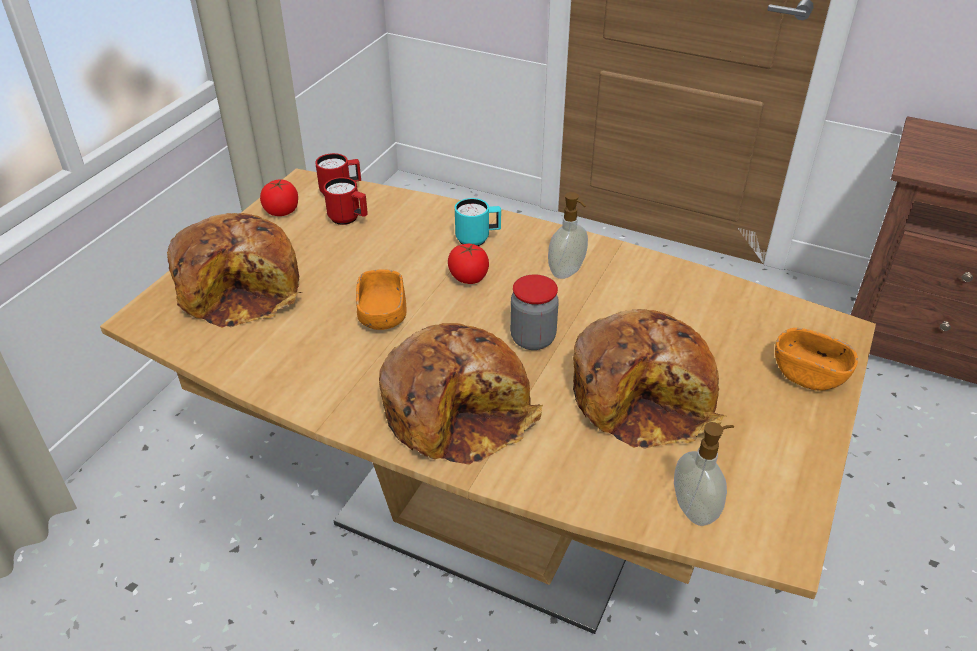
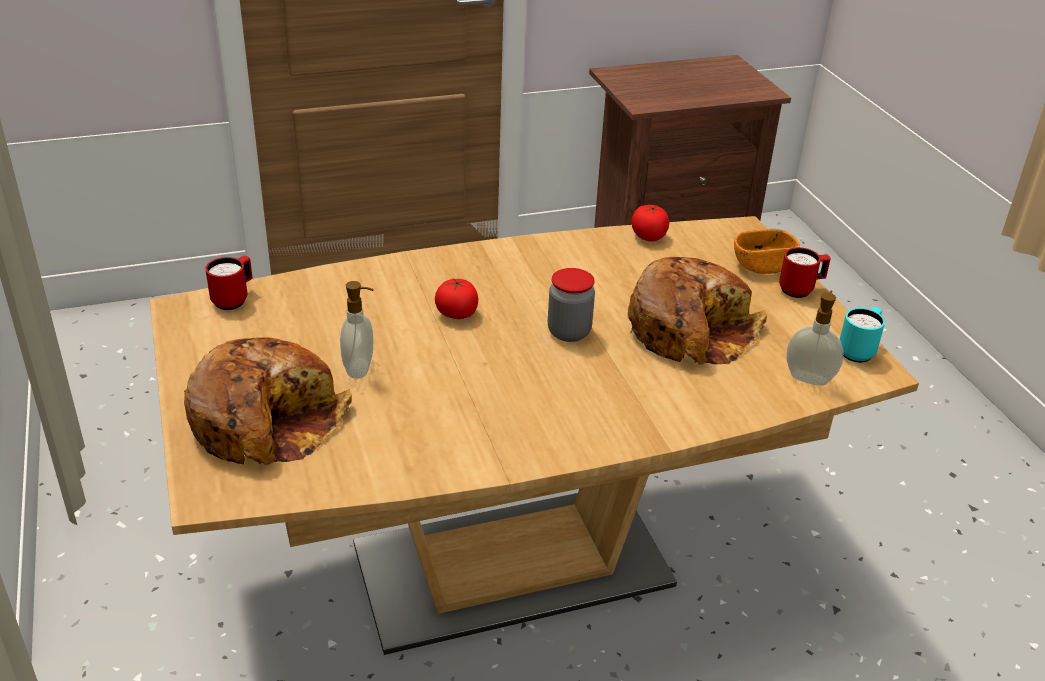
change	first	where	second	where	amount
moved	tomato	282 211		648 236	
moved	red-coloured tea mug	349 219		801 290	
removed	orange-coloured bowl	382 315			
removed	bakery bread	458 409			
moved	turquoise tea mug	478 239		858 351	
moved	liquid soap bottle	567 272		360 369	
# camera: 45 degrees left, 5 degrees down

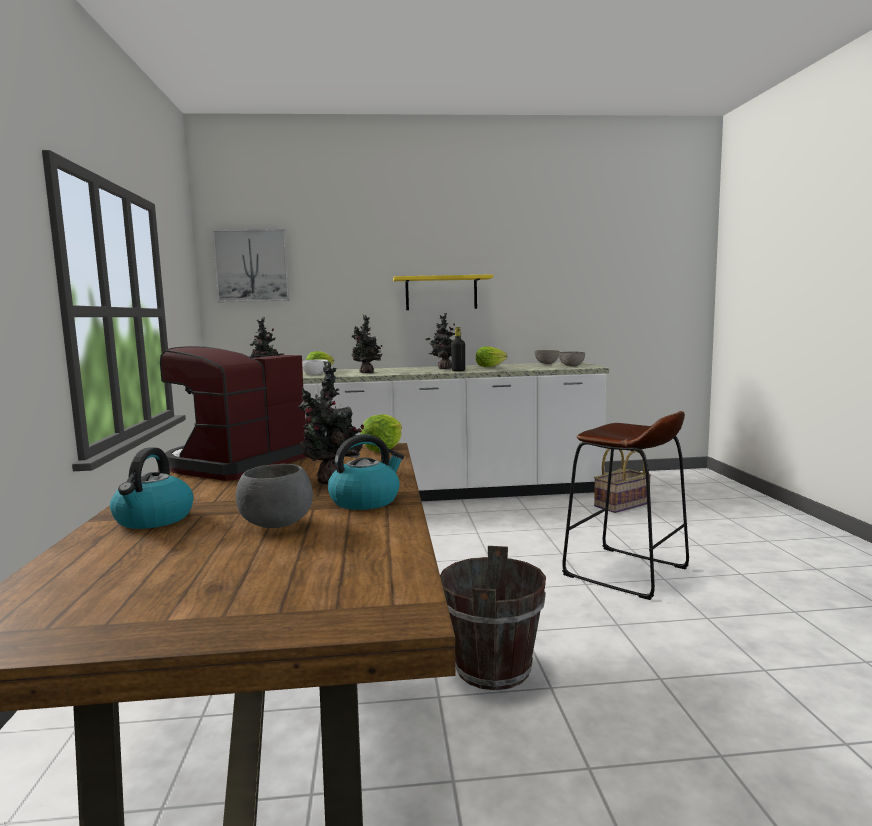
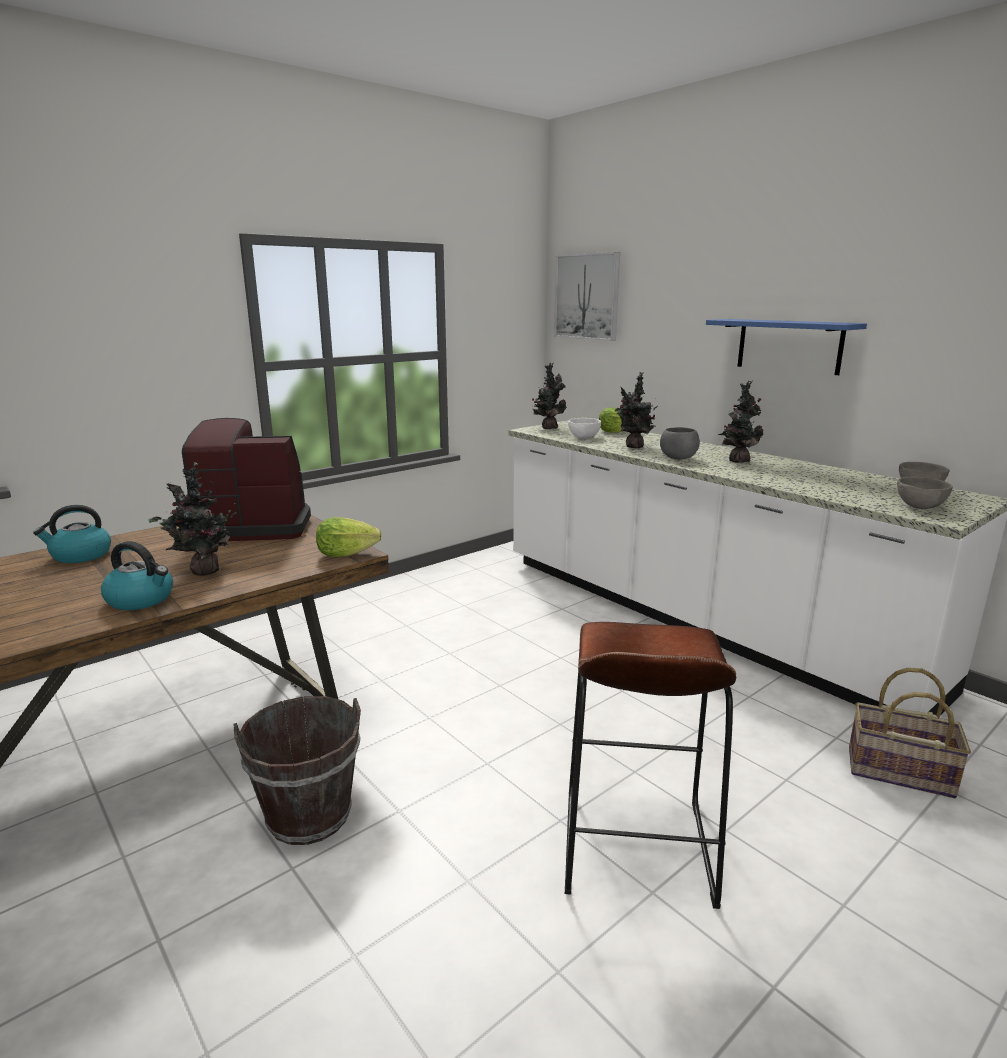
change	first	where	second	where	amount
moved	grey bowl	277 524		678 458	
recoloured	yellowish wall shelf	441 293	blue-coloured wall shelf	789 346	
removed	black-coloured bottle	458 371			
removed	head of lettuce	489 366			
# camera: 55 degrees right, 10 degrees up

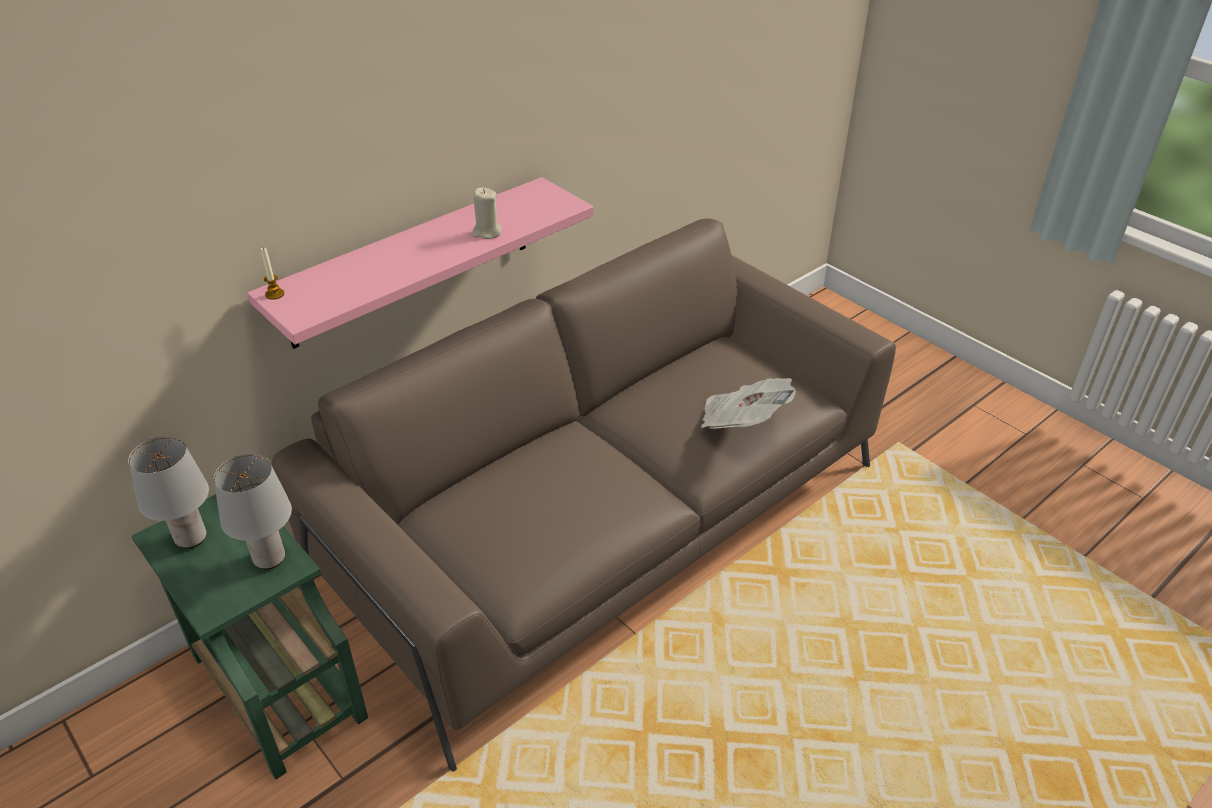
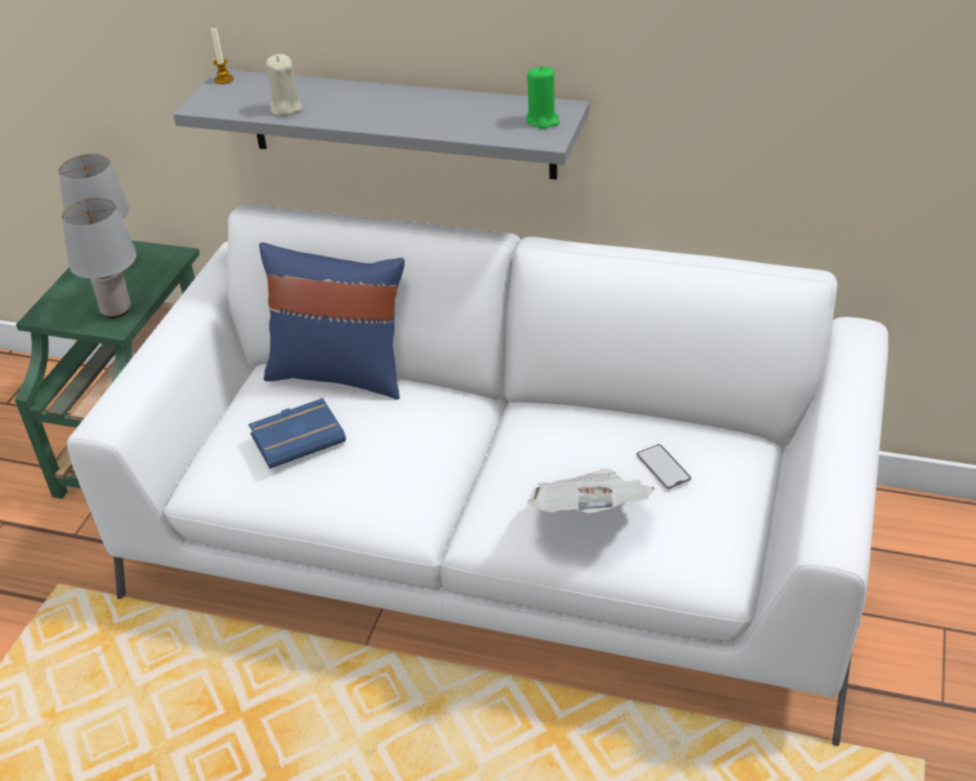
change	first	where	second	where	amount
recoloured	pink wall shelf	411 262	grey wall shelf	400 124	
recoloured	brownish couch	605 525	white-coloured couch	499 545	
moved	beige-coloured candle	487 232		285 108	
added			blue-coloured book	299 437	
added			blue-coloured cushion	340 373	
added			green candle	542 120	
added			phone	663 467	
# camera: 60 degrees right, 0 degrees up

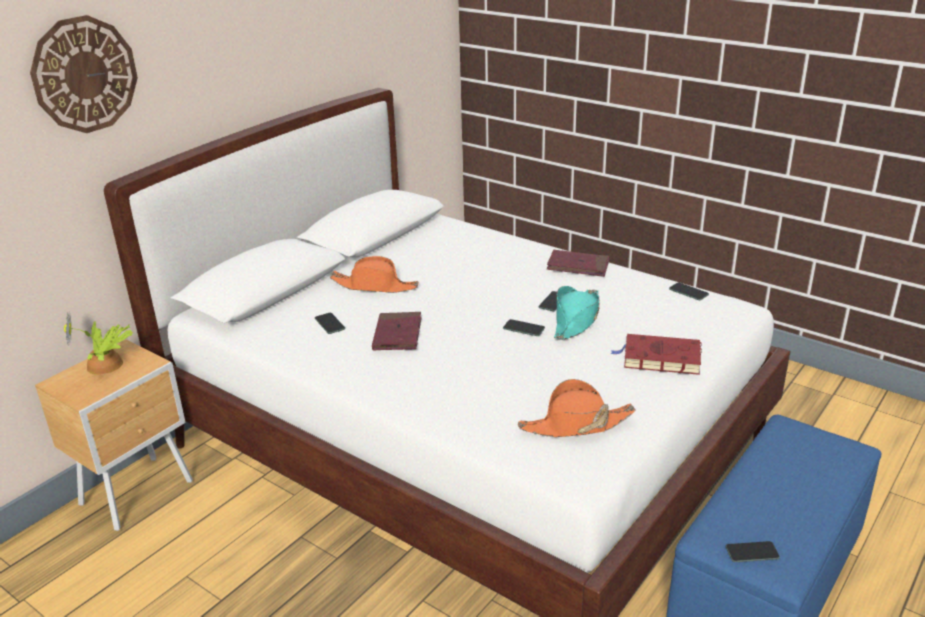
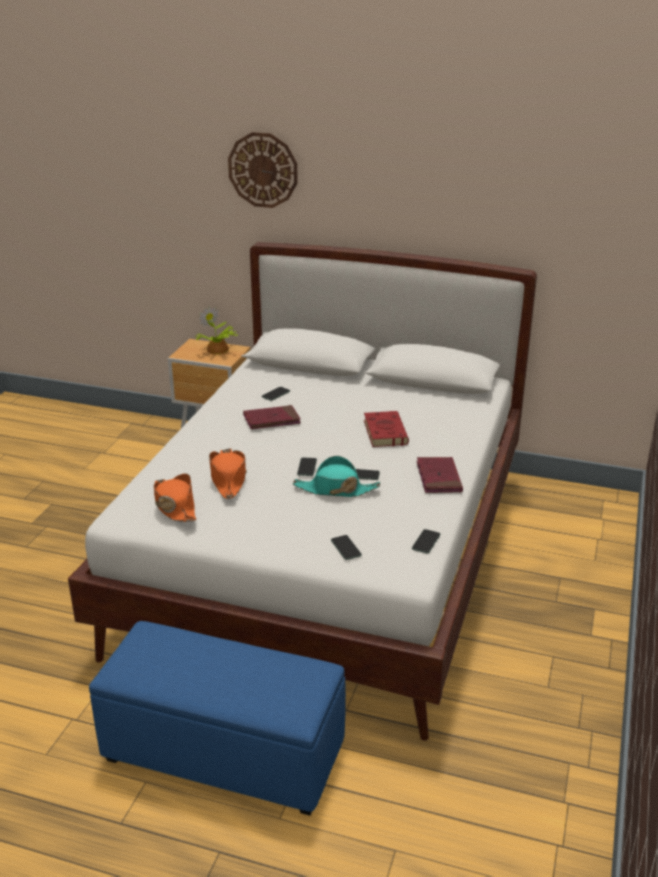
change	first	where	second	where	amount
moved	orange-coloured clothing hat	375 286		228 478	
moved	red-coloured book	659 358		384 432	
moved	phone	752 552		346 548	
# camera: 70 degrees right, 0 degrees up

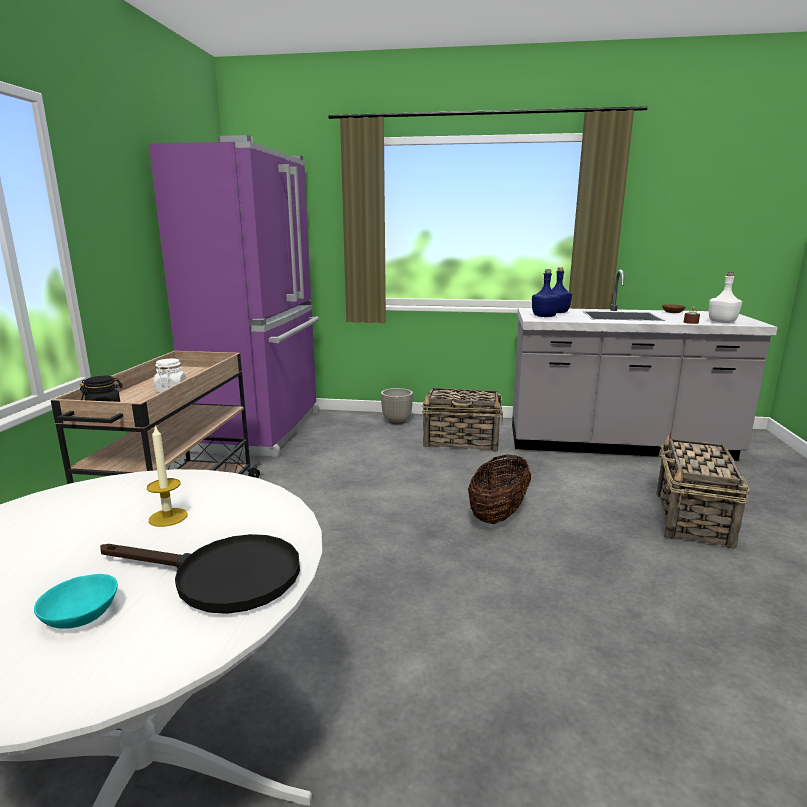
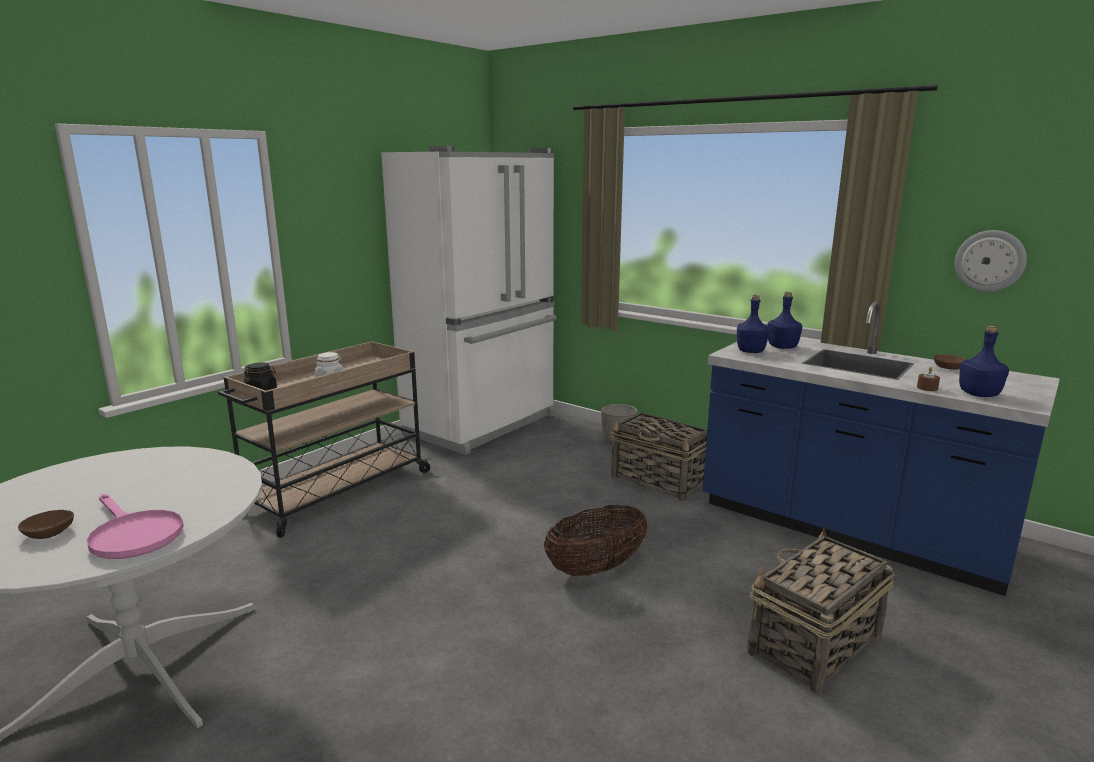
change	first	where	second	where	amount
recoloured	turquoise bowl	81 613	brownish bowl	50 532	
recoloured	black-coloured skillet	222 577	pink skillet	132 535	
removed	candle	168 517			
recoloured	purple fridge	263 430	white-coloured fridge	483 424	
recoloured	grey kitchen counter	617 444	blue-coloured kitchen counter	849 529	
recoloured	white-coloured bottle	722 322	blue-coloured bottle	979 394	
added			wall clock	990 260	
# camera: 30 degrees right, 0 degrees up

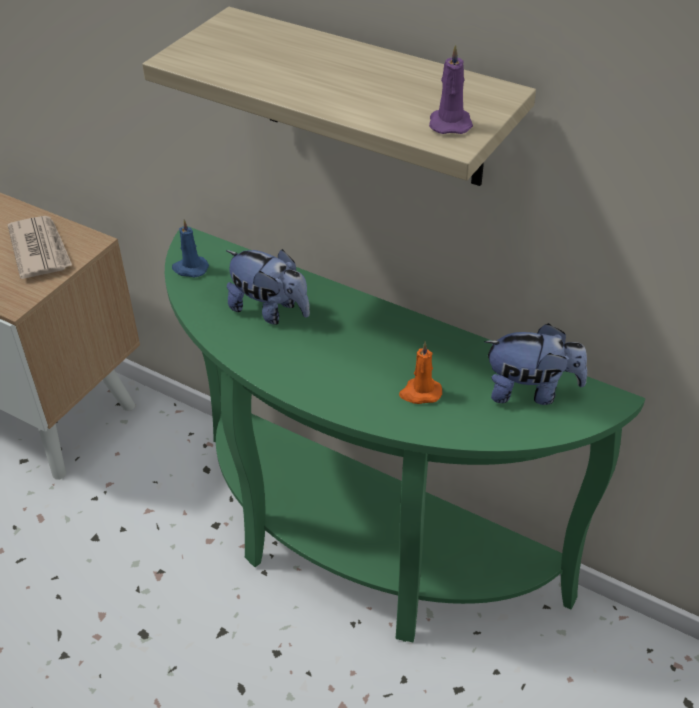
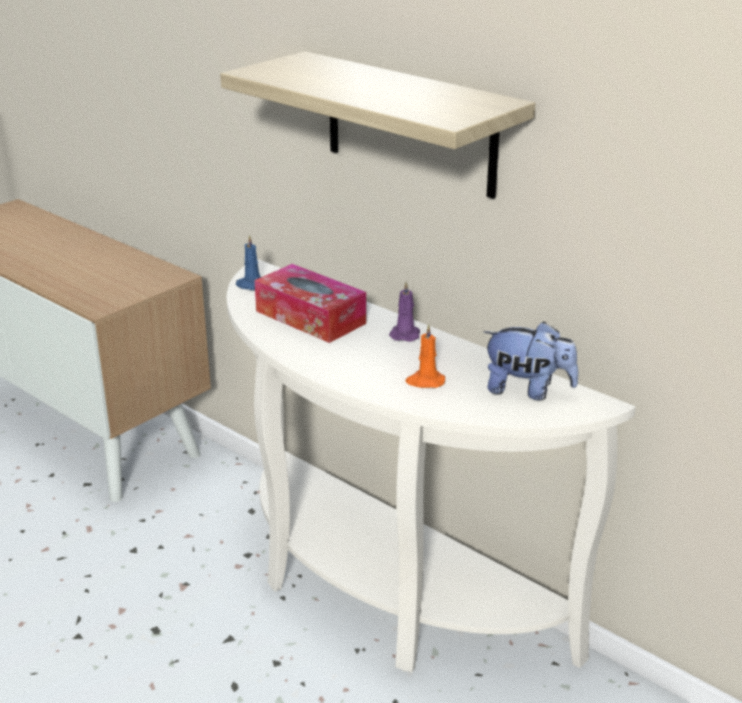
change	first	where	second	where	amount
removed	newspaper	40 249			
recoloured	green narrow table	357 549	white-coloured narrow table	378 591	
replaced	plush toy	270 311	box of tissues	310 317	
moved	purple candle	450 123		405 334	
# camera: 10 degrees right, 15 degrees down

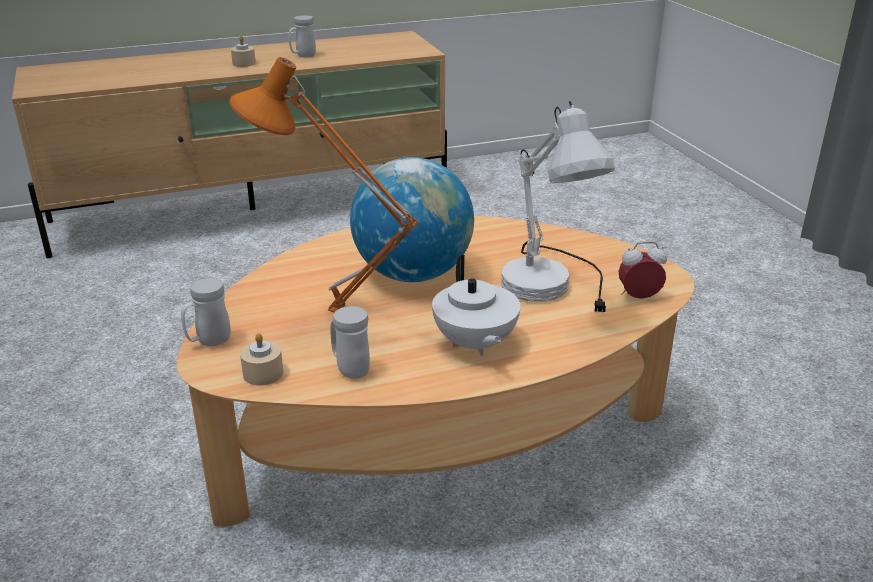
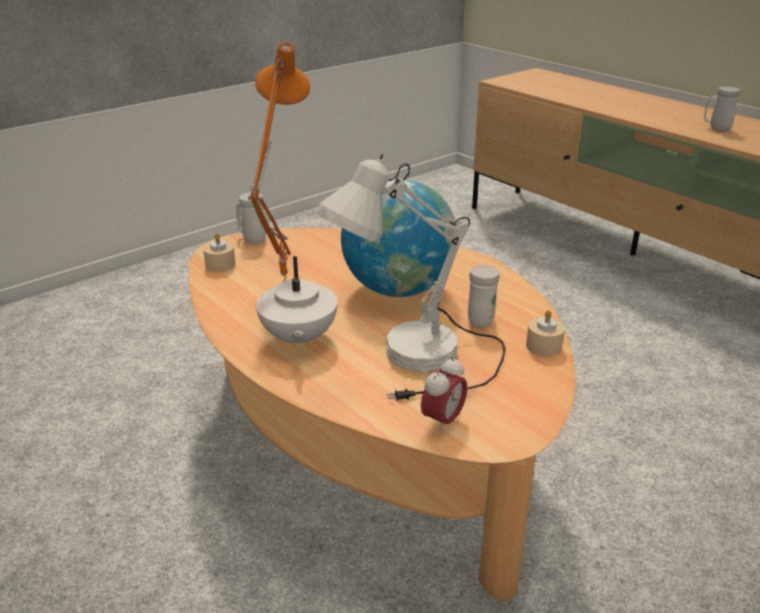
change	first	where	second	where	amount
moved	beige-coloured candle	244 63		543 346	
moved	white-coloured tea mug	349 368		482 319	
turned	white-coloured teapot	474 344		298 339	60 degrees counterclockwise
turned	table clock	638 297		443 421	60 degrees clockwise
# camera: 70 degrees right, 0 degrees up

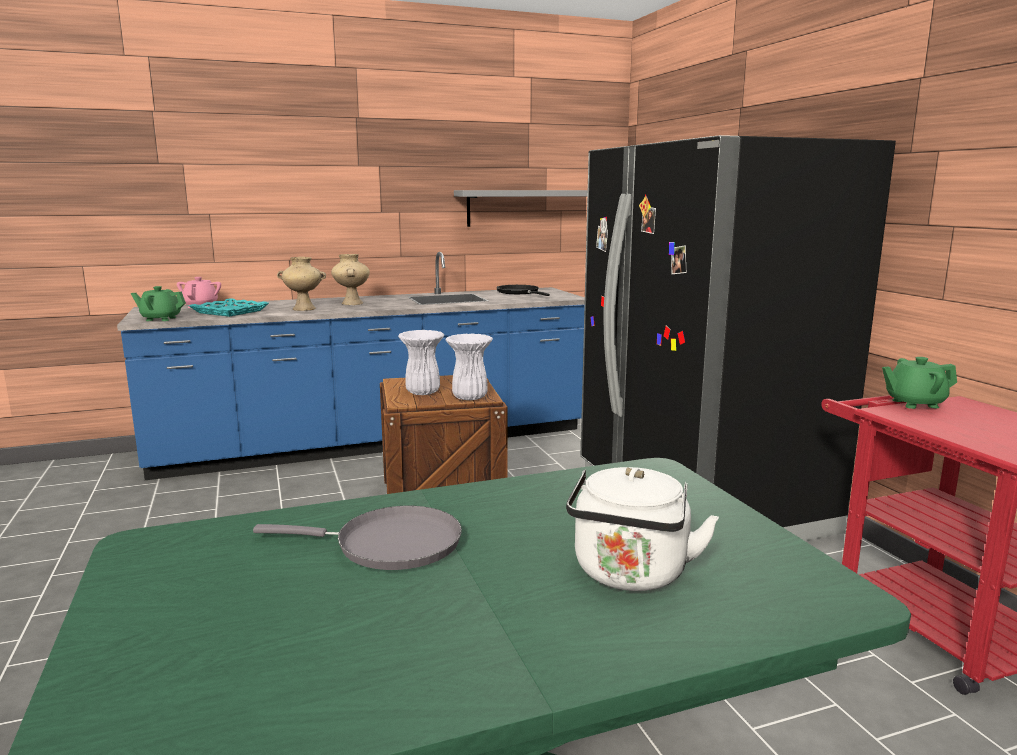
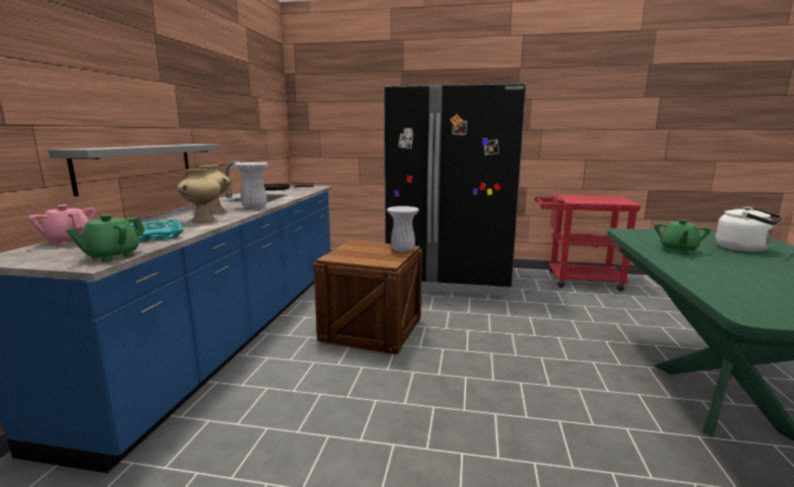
change	first	where	second	where	amount
removed	grey skillet	390 544			
moved	white-coloured decorative vase	423 392		254 206	
moved	grey wall shelf	530 208		138 166	
moved	green teapot	914 403		677 250	
# camera: 60 degrees left, 0 degrees up

